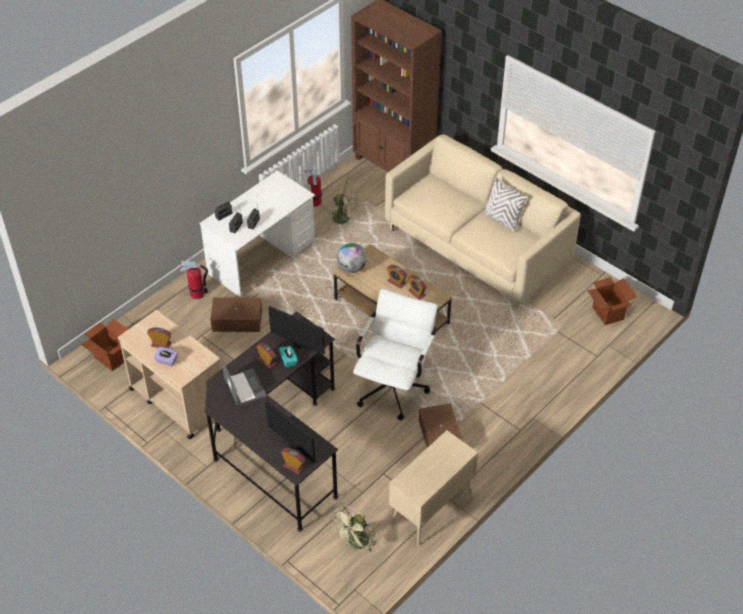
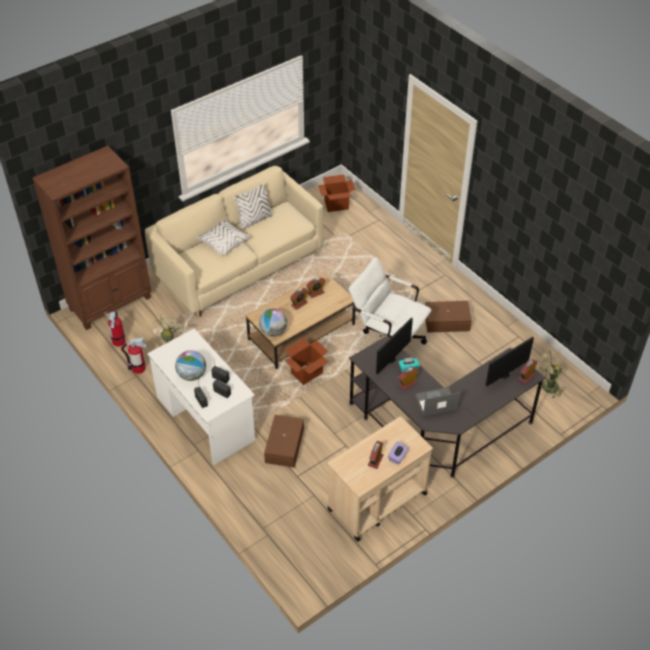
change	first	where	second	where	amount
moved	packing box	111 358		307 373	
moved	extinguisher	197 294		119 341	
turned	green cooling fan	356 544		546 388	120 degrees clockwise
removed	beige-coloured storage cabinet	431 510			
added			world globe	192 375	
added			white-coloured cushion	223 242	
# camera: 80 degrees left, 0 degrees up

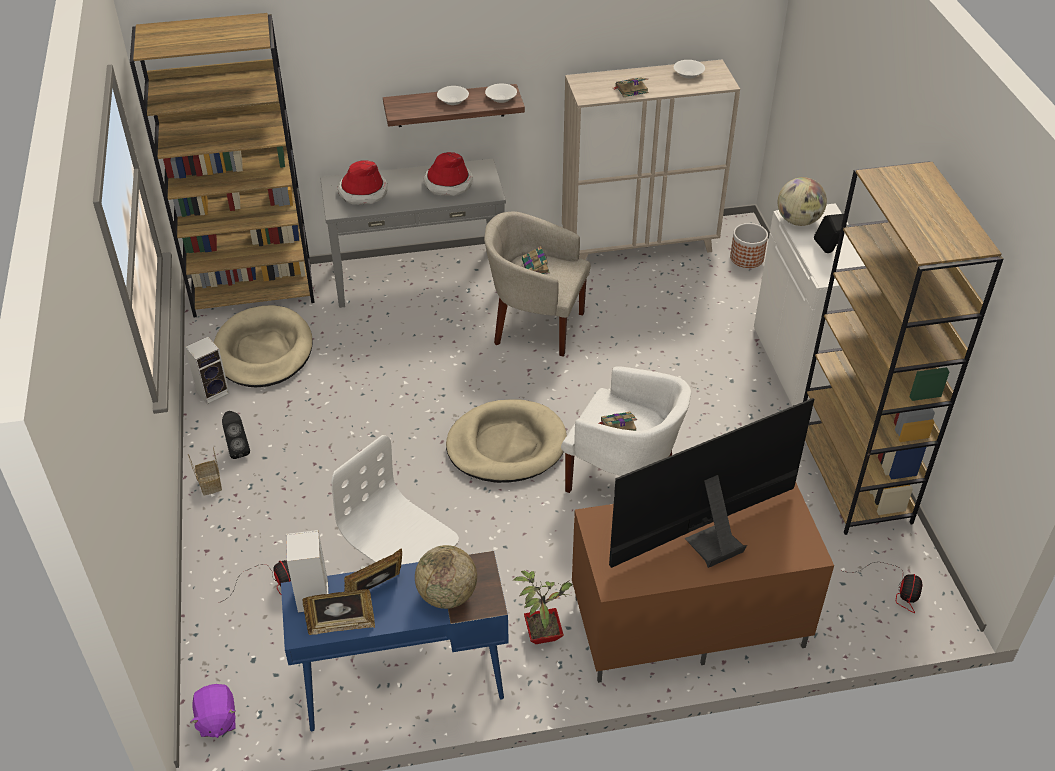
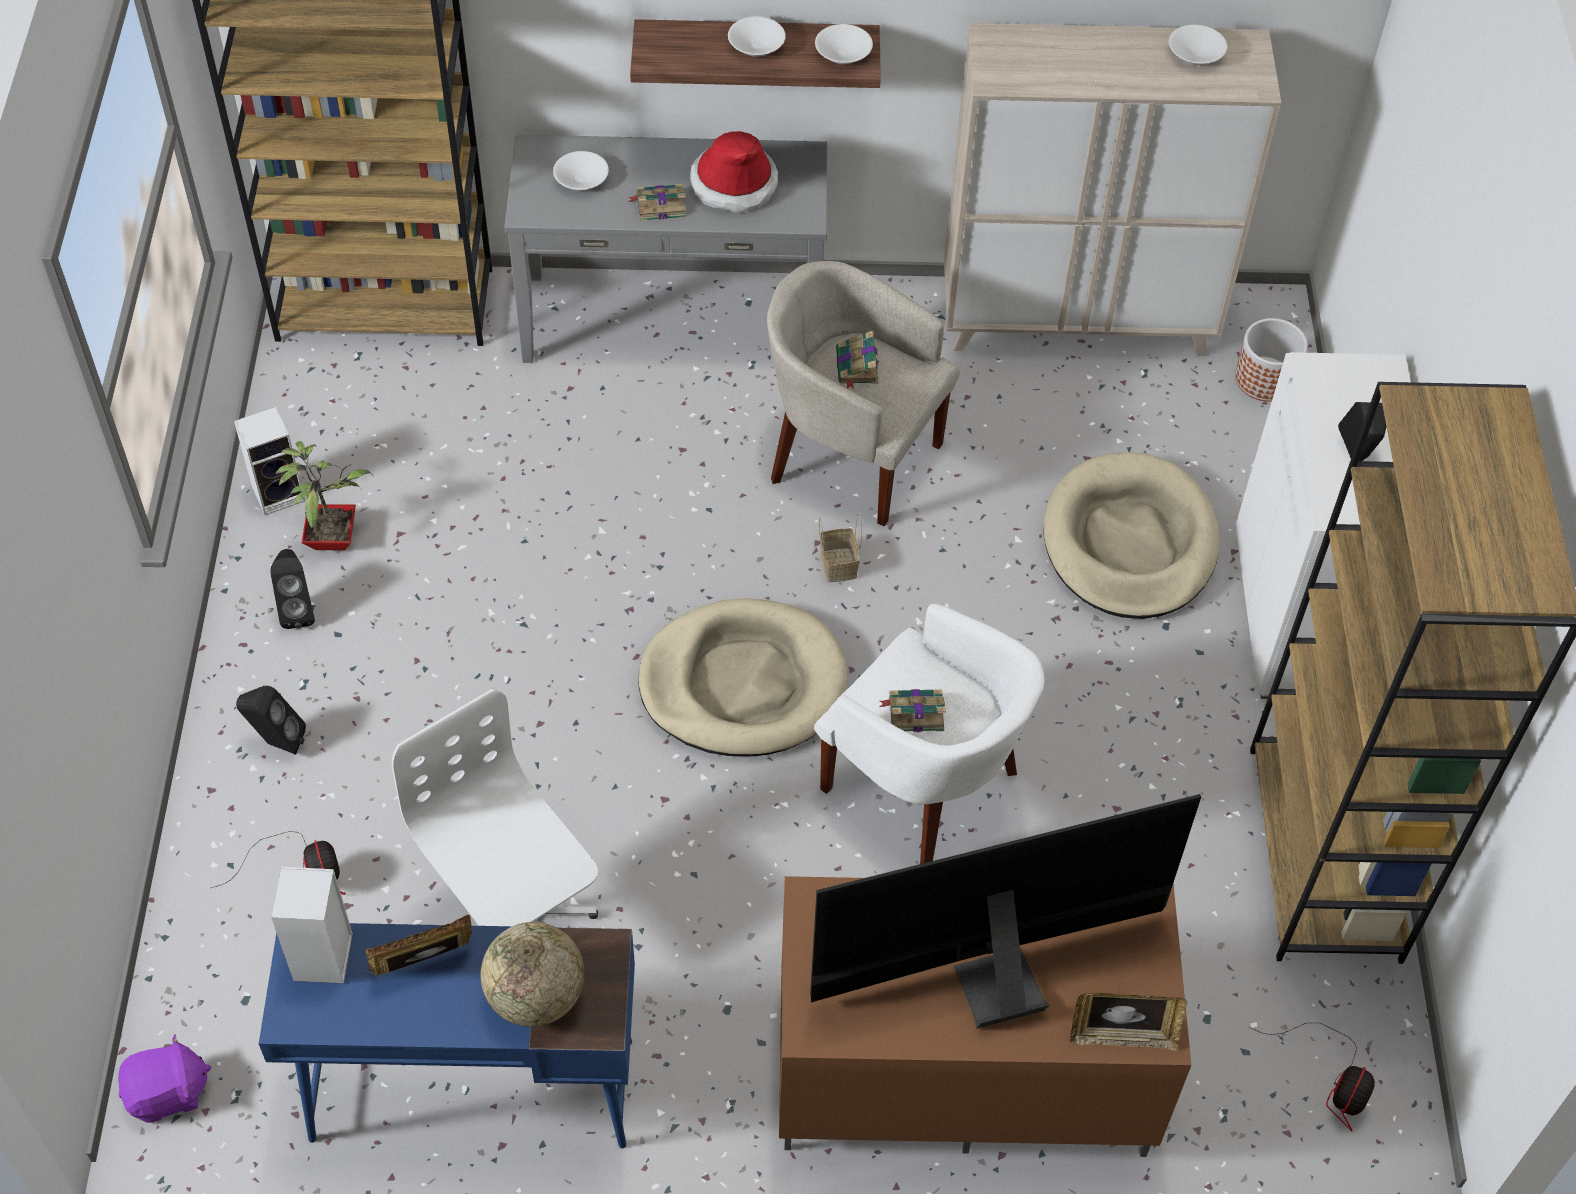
change	first	where	second	where	amount
moved	storage basket	209 484		837 564	
turned	purple plush toy	216 720		168 1093	105 degrees counterclockwise
moved	beige-coloured pet bed	263 351		1129 542	
moved	standing frame	341 625		1122 1036	
replaced	clothing hat	363 192	white-coloured bowl	581 179	
moved	houseplant	543 633		332 537	
moved	book	630 89		659 205	
removed	world globe	798 221			
added			black-coloured audio speaker	276 742	
# camera: 10 degrees right, 10 degrees up

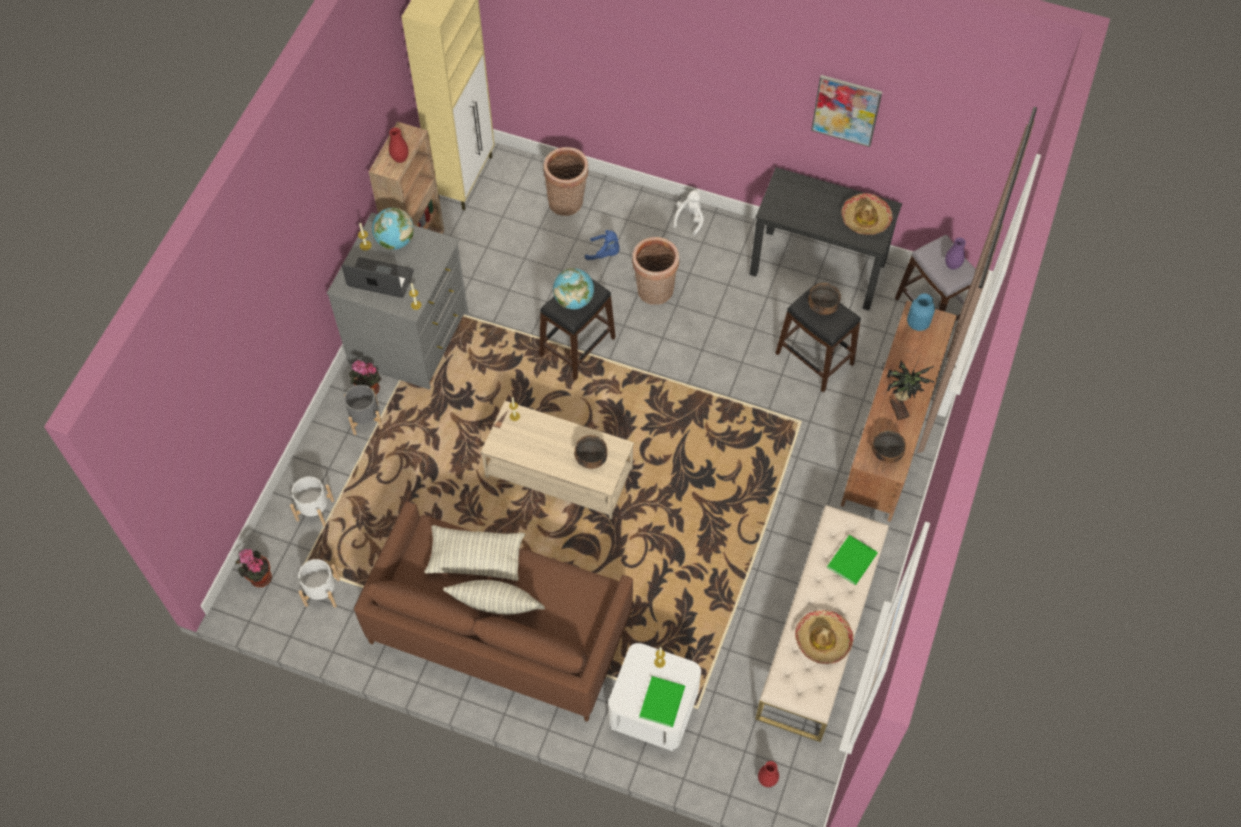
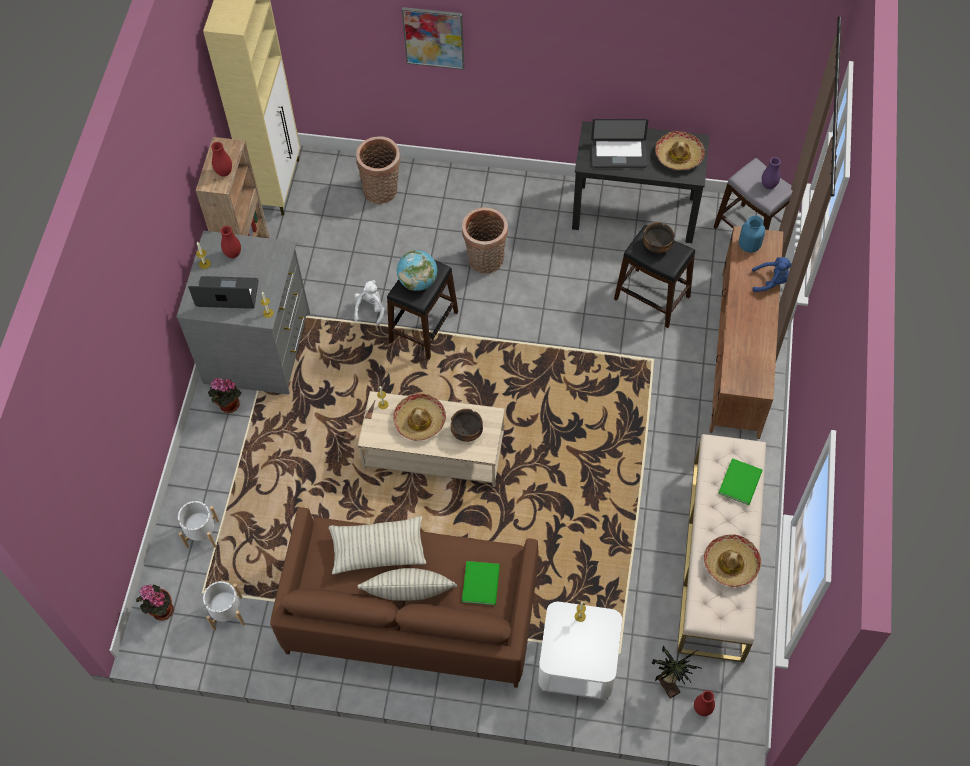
change	first	where	second	where	amount
removed	grey planter	366 419			
replaced	world globe	395 241	red-coloured decorative vase	233 254	
moved	blue-coloured plush toy	605 253		771 281	
moved	green book	663 701		482 582	
moved	white-coloured plush toy	689 219		370 309	
moved	wall picture	846 110		434 37	
removed	bowl	886 453			
moved	houseplant	900 409		669 684	
added			clothing hat	419 421	
added			portable computer	618 155	
# camera: 10 degrees left, 0 degrees up

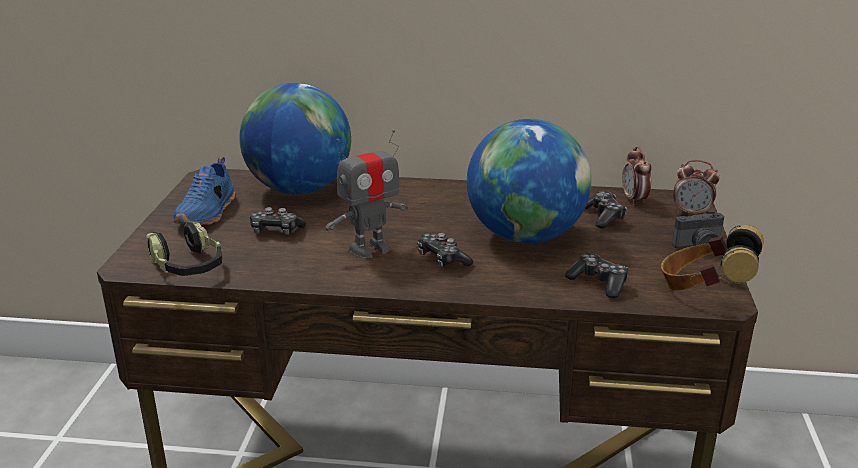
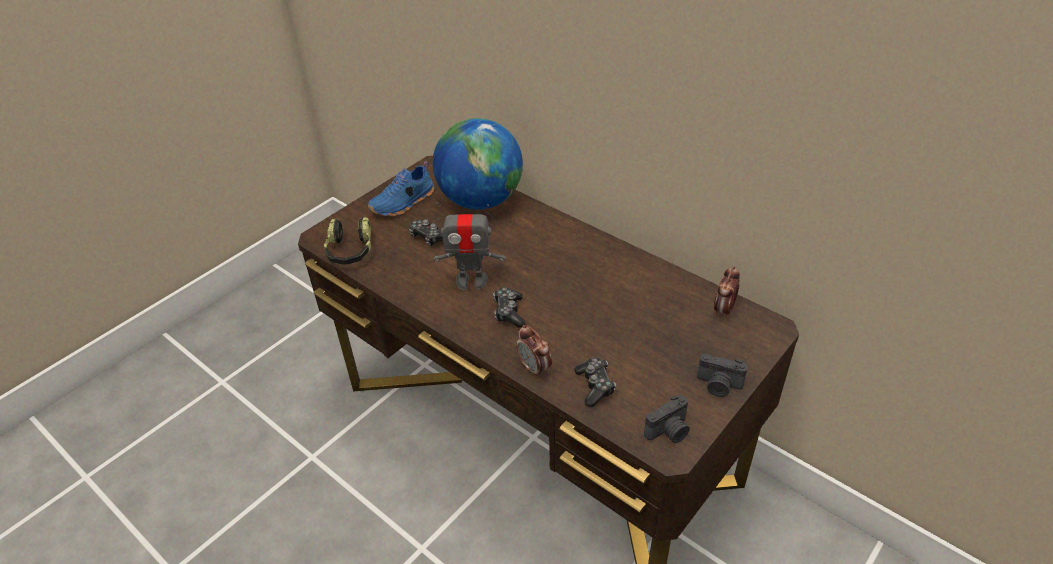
change	first	where	second	where	amount
removed	world globe	525 236			
removed	game controller	603 217			
replaced	headset	704 290	still camera	669 431	
moved	table clock	691 213		534 368	
# camera: 35 degrees right, 15 degrees up

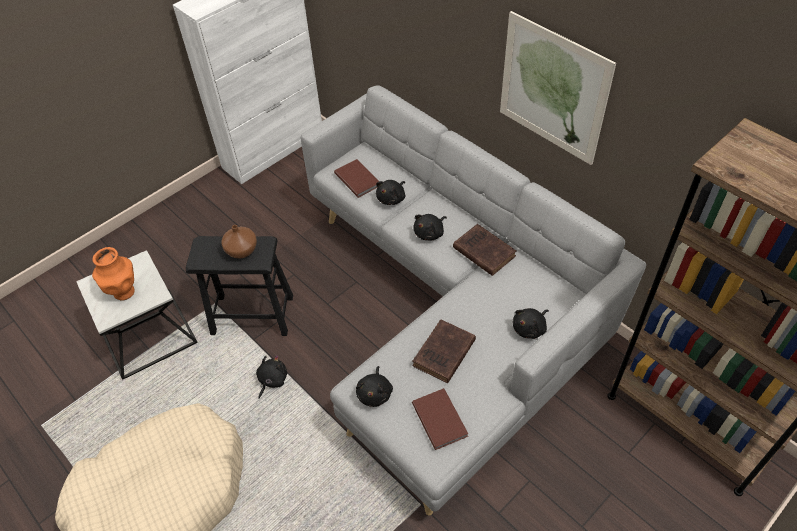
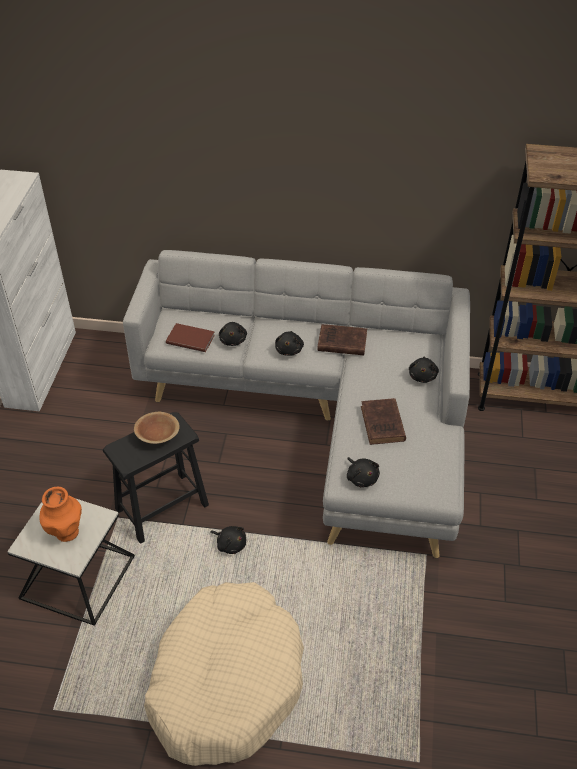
change	first	where	second	where	amount
replaced	brownish decorative vase	241 250	brownish bowl	158 435	
turned	black-coloured plush toy	272 380		230 544	135 degrees clockwise
removed	brownish book	440 418			
removed	wall picture	553 89			
# camera: 40 degrees left, 5 degrees down

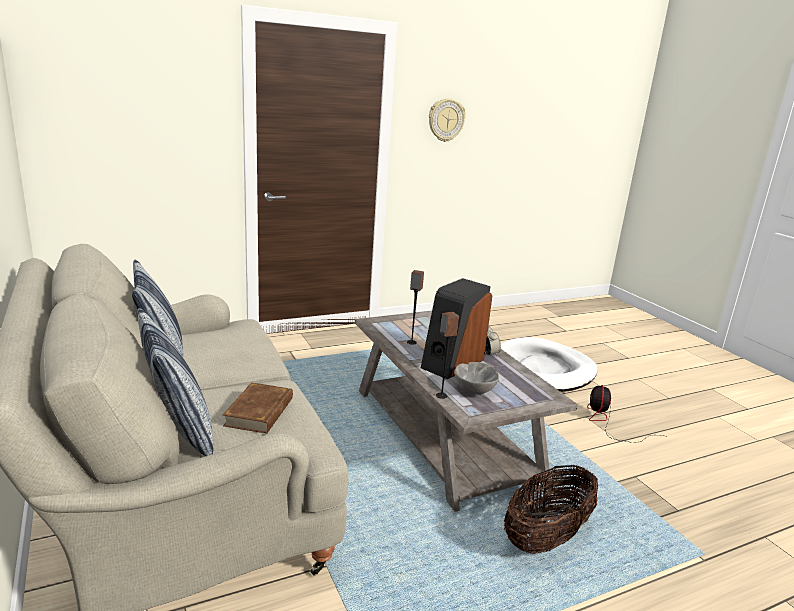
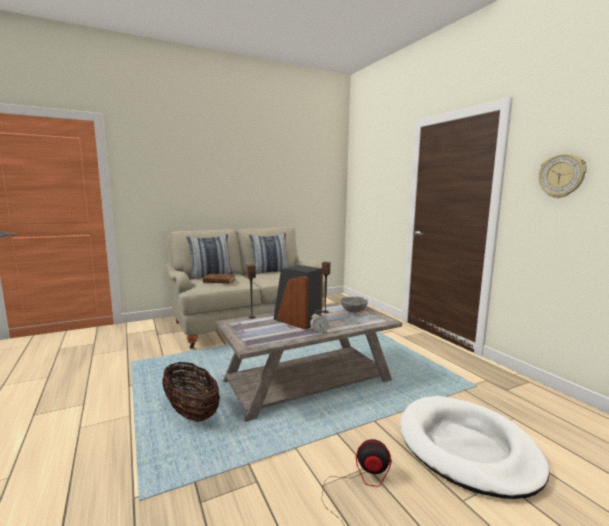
change	first	where	second	where	amount
moved	grey bowl	474 390		354 311	
# camera: 90 degrees right, 10 degrees down

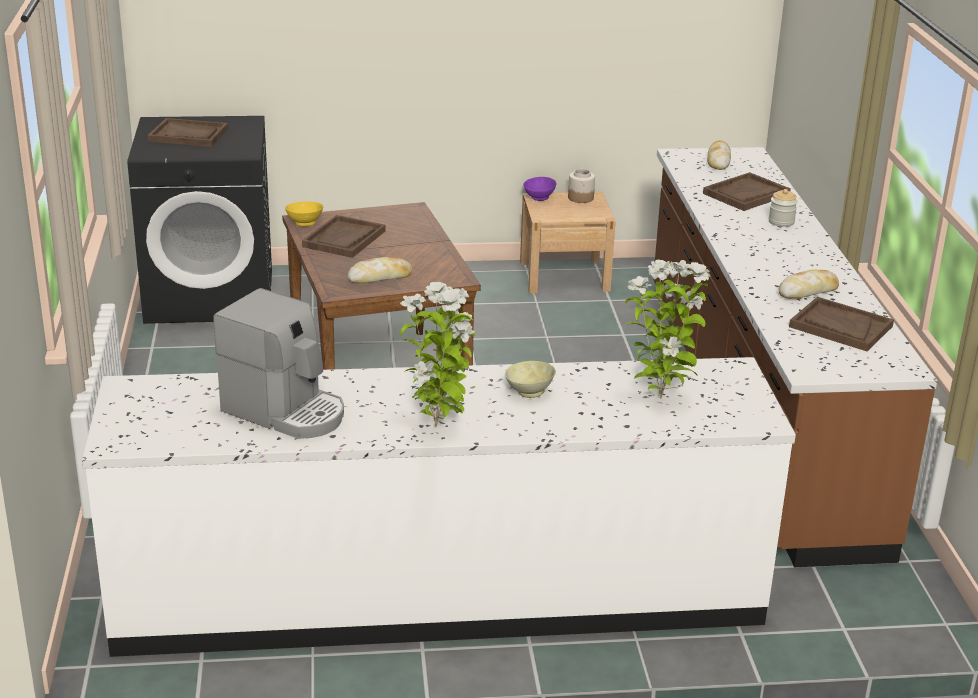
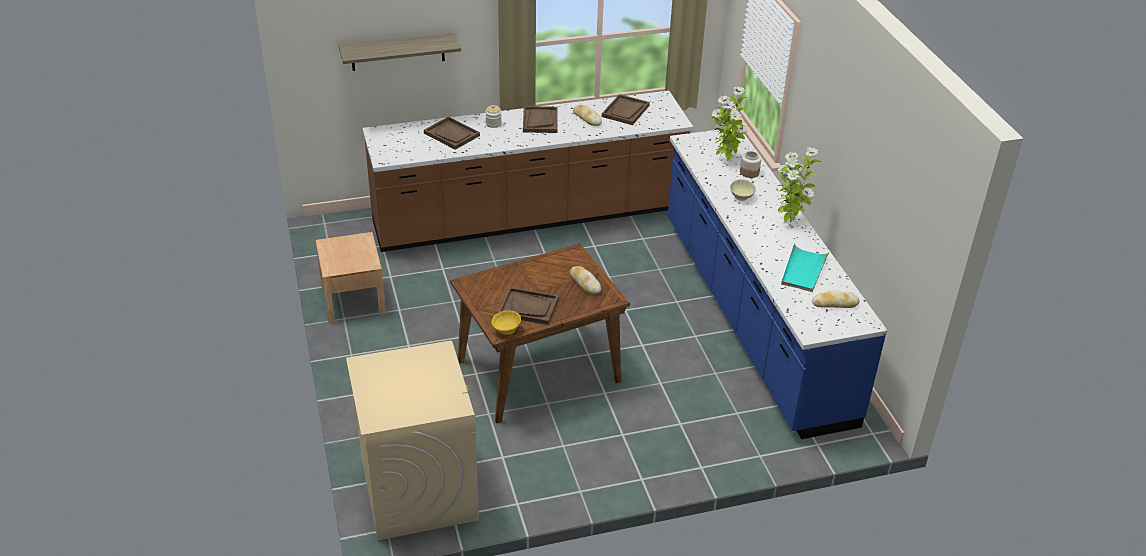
change	first	where	second	where	amount
recoloured	white-coloured kitchen counter	439 594	blue-coloured kitchen counter	753 317	
recoloured	black-coloured laundry appliance	211 296	beige-coloured laundry appliance	418 490	
moved	brownish serving tray	188 135		540 121	
replaced	coffee brewer	286 411	turquoise serving tray	803 270	
removed	purple bowl	538 198			
moved	storage jar	581 198		749 172	
moved	bakery bread	718 161		835 303	
added			wall shelf	398 52	
# camera: 100 degrees left, 10 degrees up

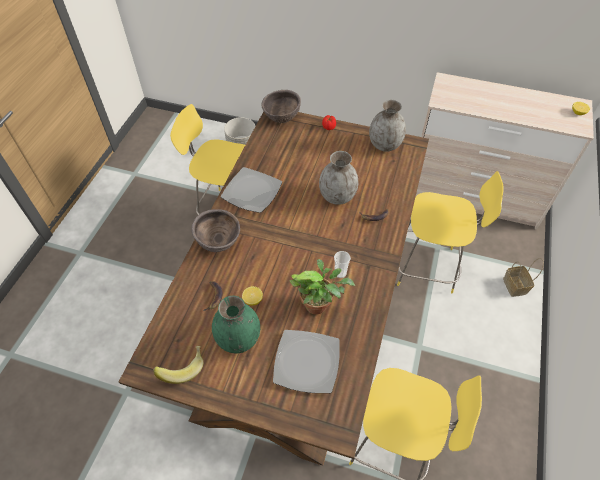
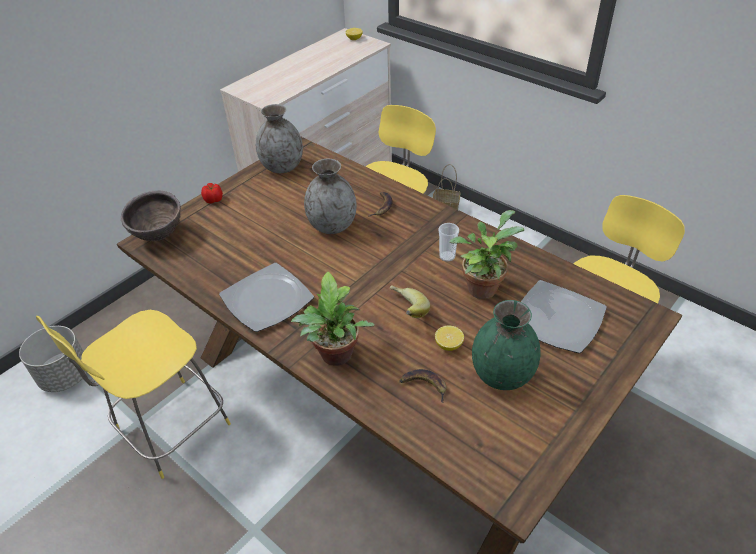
change	first	where	second	where	amount
moved	banana	183 367		405 311	
replaced	brownish bowl	219 243	houseplant	336 358	
# camera: 65 degrees left, 10 degrees down

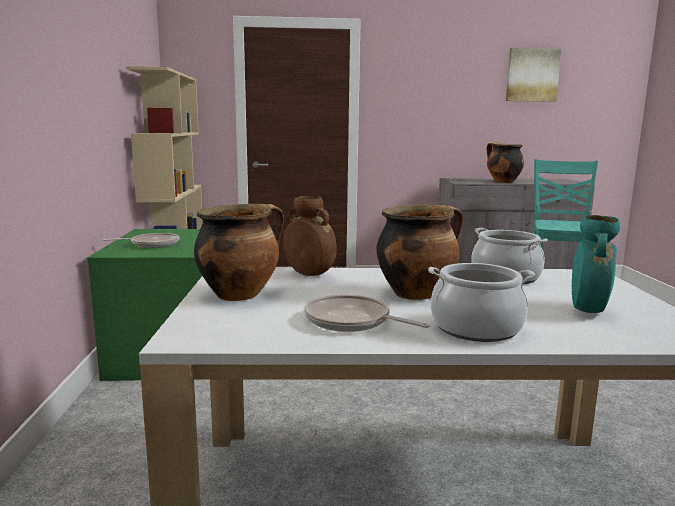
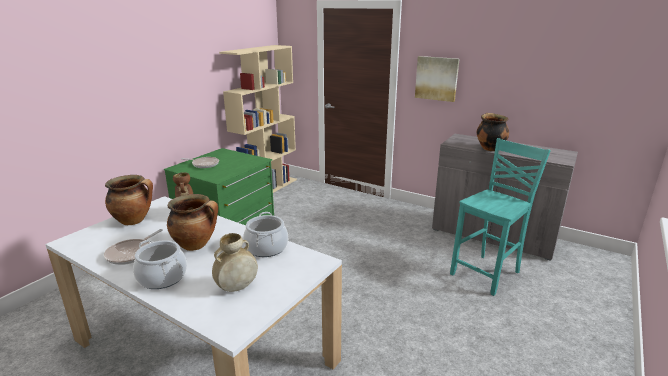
change	first	where	second	where	amount
turned	skillet	352 321		132 253	135 degrees counterclockwise
moved	wall picture	532 75		436 78	
recoloured	turquoise decorative vase	588 310	beige-coloured decorative vase	237 287	
# camera: 35 degrees right, 10 degrees up

